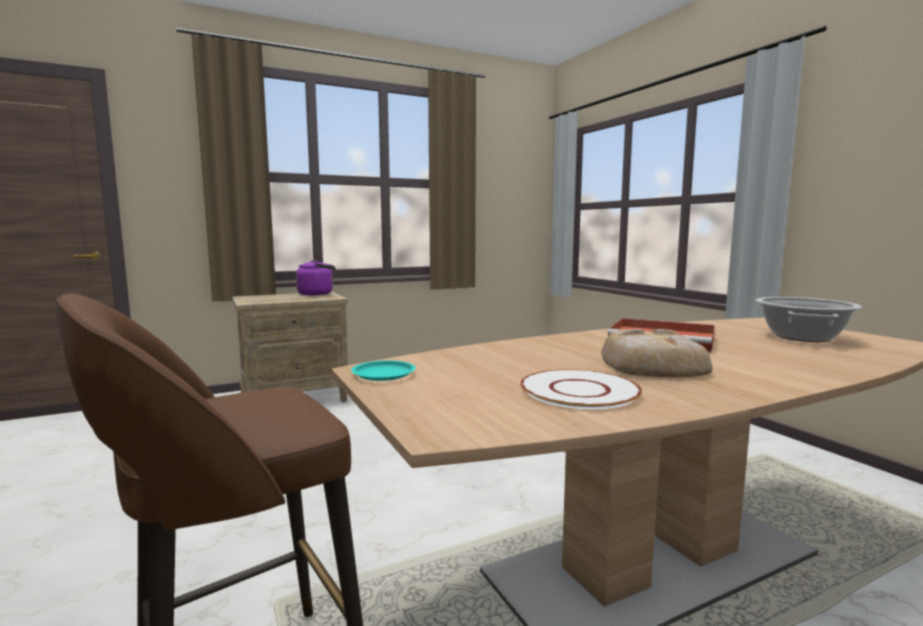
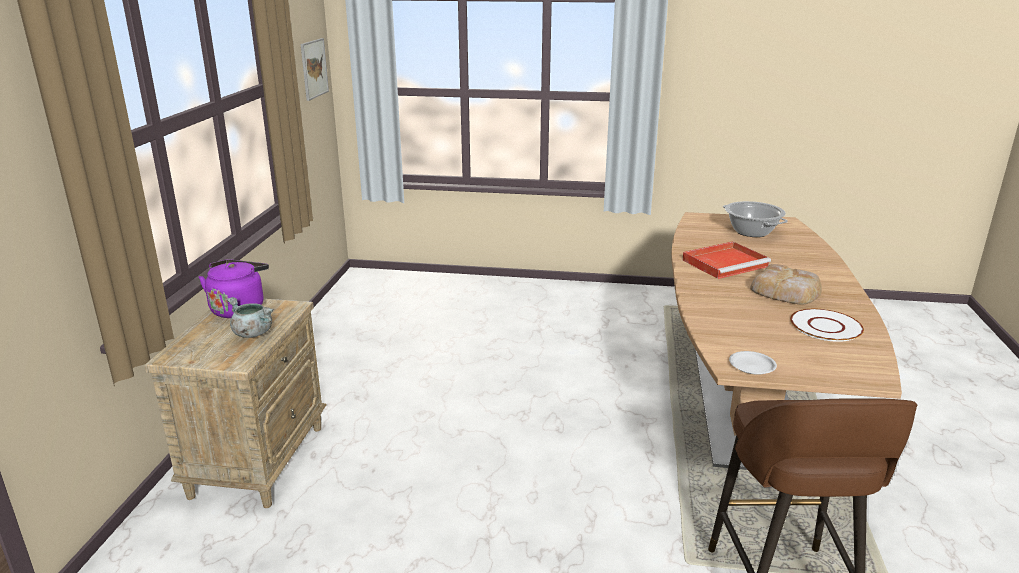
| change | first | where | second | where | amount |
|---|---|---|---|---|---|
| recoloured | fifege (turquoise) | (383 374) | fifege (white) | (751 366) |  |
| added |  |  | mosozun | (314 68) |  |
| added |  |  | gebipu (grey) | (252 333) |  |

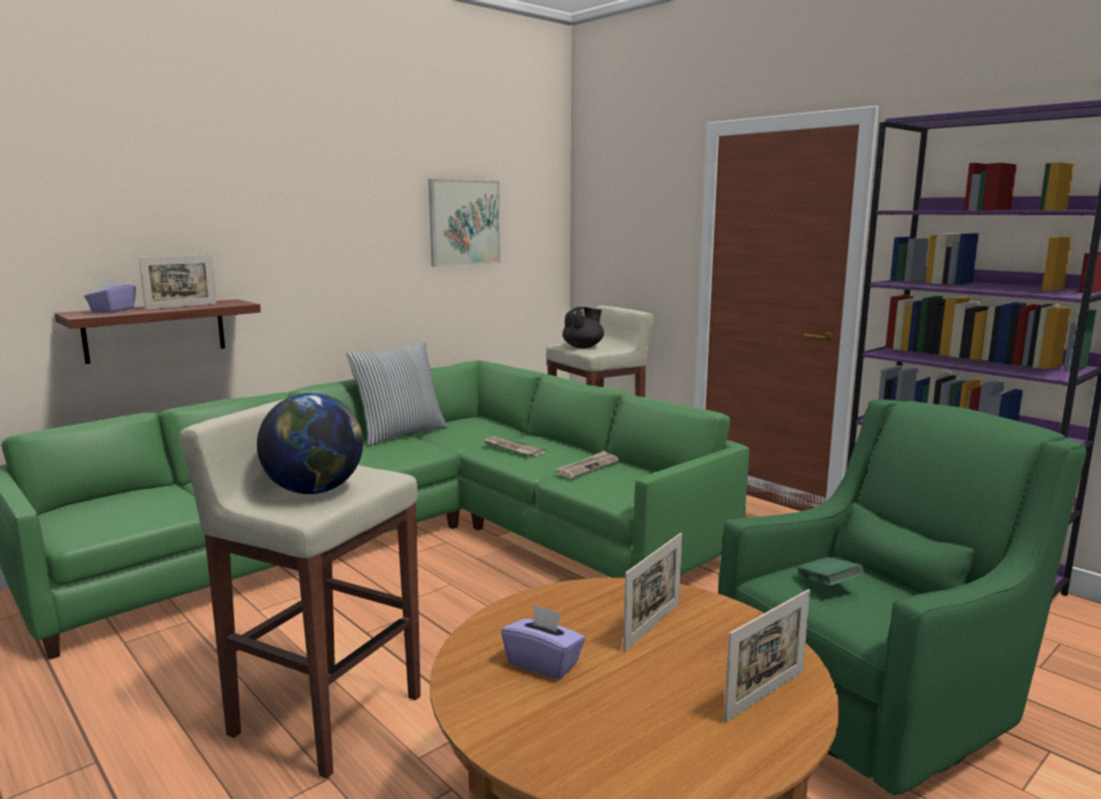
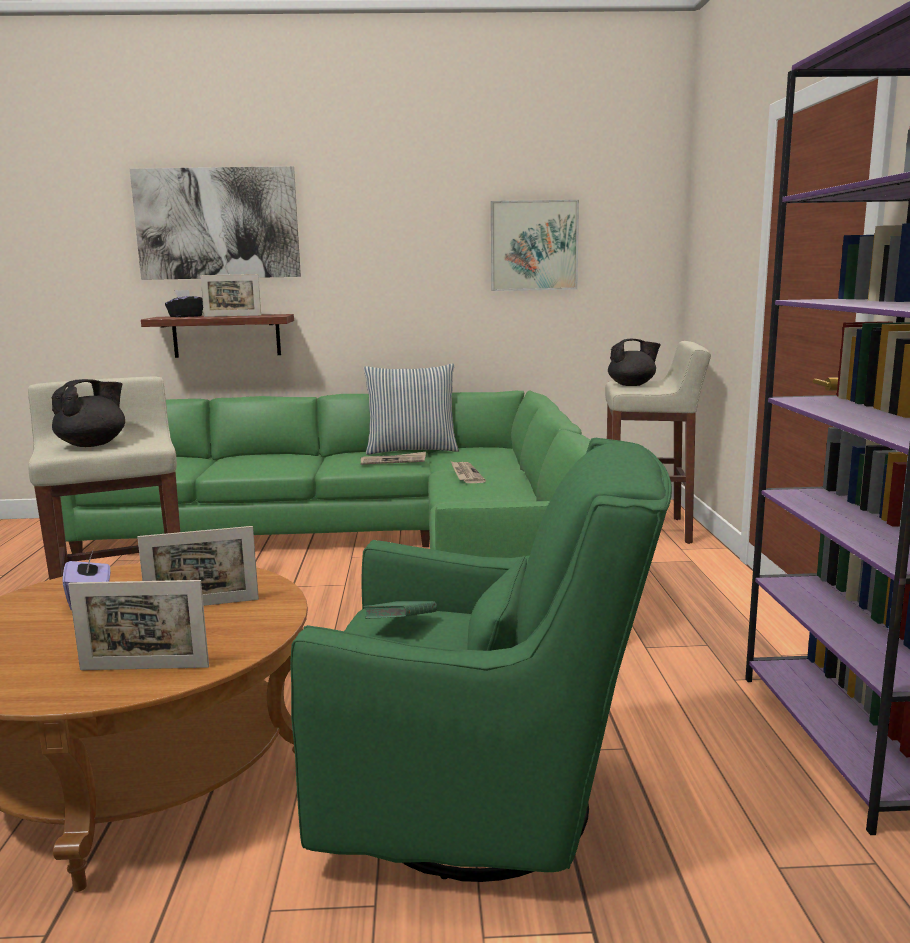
| change | first | where | second | where | amount |
|---|---|---|---|---|---|
| recoloured | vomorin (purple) | (112 310) | vomorin (black) | (185 316) |  |
| replaced | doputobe | (315 490) | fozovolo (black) | (93 444) |  |
| moved | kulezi | (588 467) |  | (393 461) |  |
| added |  |  | mosozun | (217 223) |  |

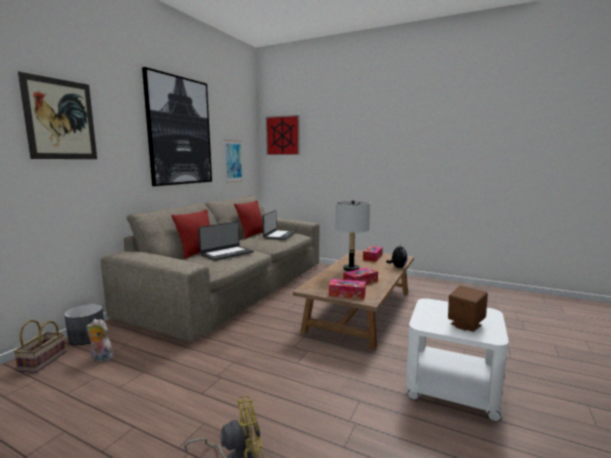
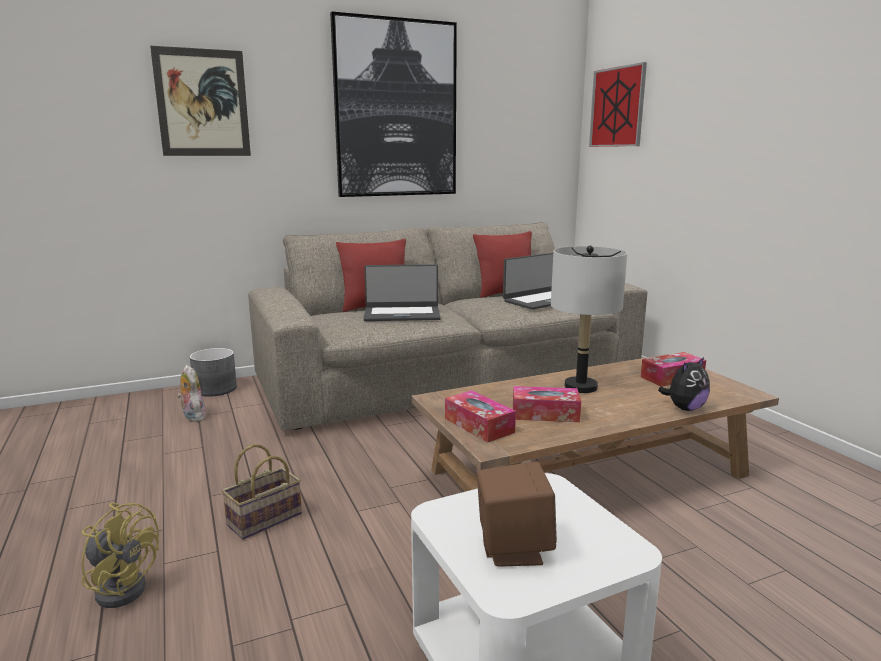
| change | first | where | second | where | amount |
|---|---|---|---|---|---|
| removed | mosozun | (233 161) |  |  |  |
| moved | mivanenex | (43 362) |  | (263 520) |  |

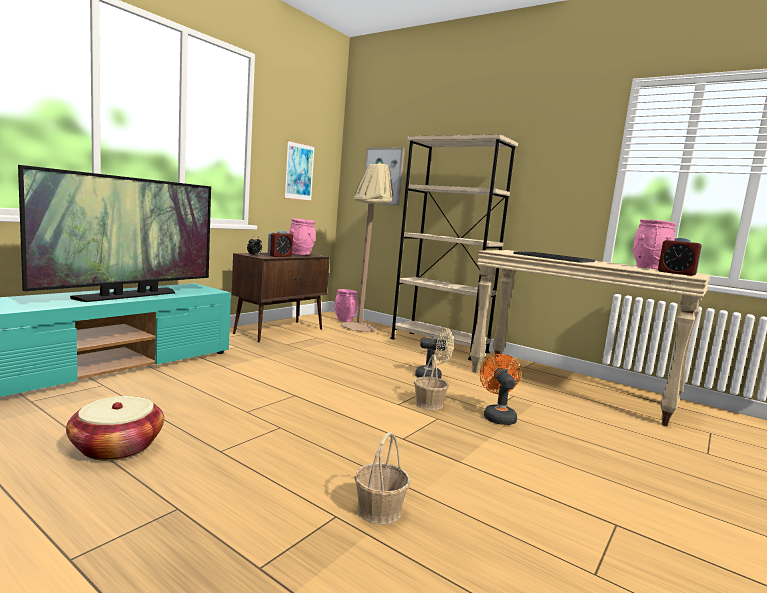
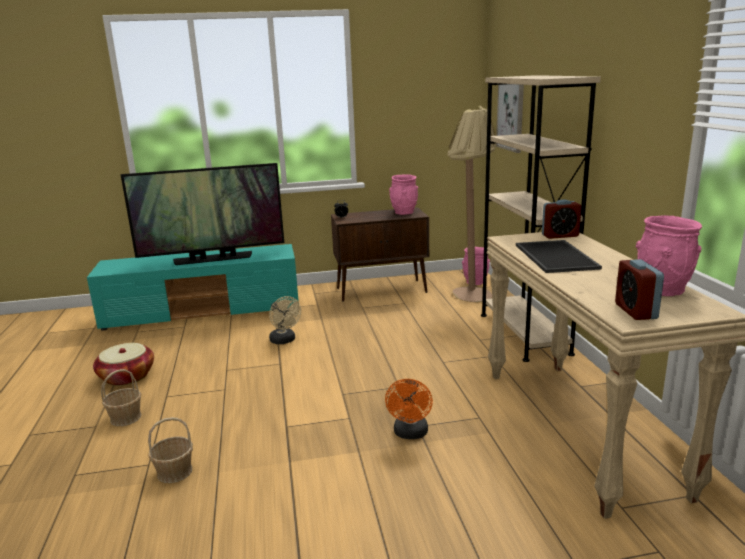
| change | first | where | second | where | amount |
|---|---|---|---|---|---|
| removed | mosozun | (299 171) |  |  |  |
| moved | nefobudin | (279 256) |  | (560 236) |  |
| moved | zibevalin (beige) | (433 377) |  | (284 341) |  |
| moved | mivanenex | (429 404) |  | (126 418) |  |
| turned | zibevalin (orange) | (497 416) |  | (410 434) | 150 degrees clockwise |

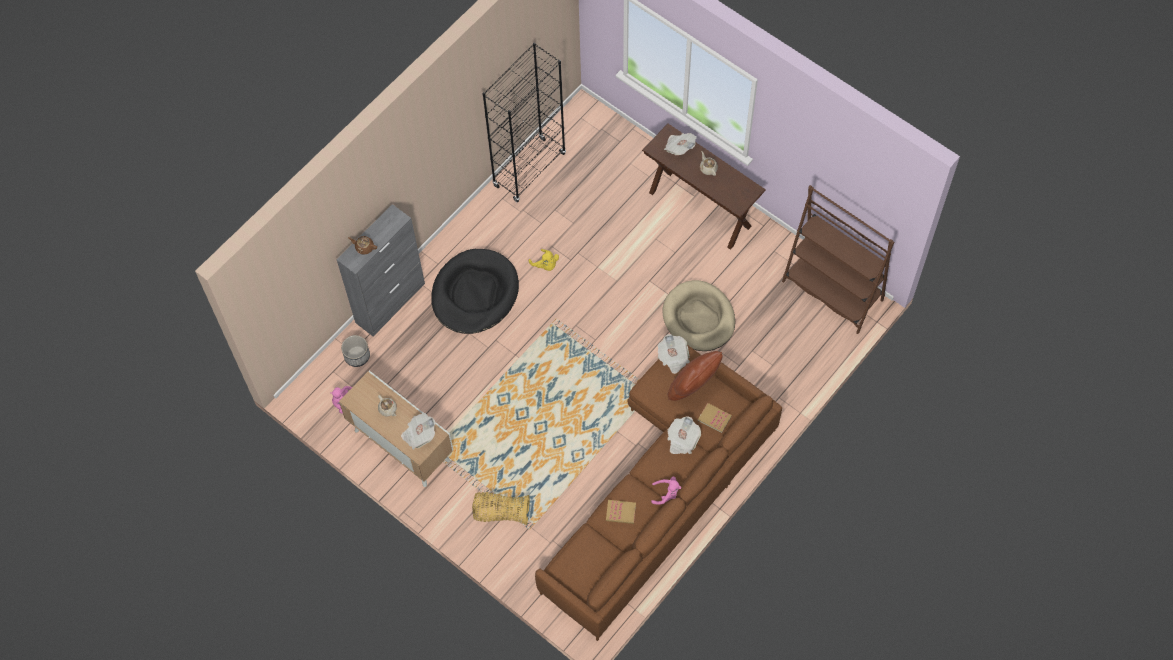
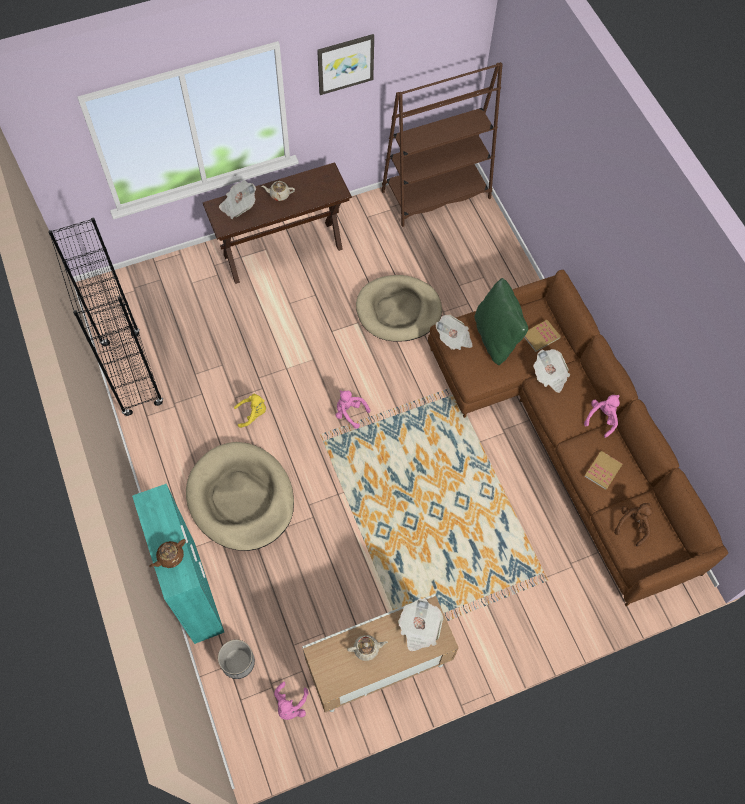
| change | first | where | second | where | amount |
|---|---|---|---|---|---|
| recoloured | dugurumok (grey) | (390 303) | dugurumok (turquoise) | (194 591) |  |
| recoloured | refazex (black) | (475 294) | refazex (beige) | (241 498) |  |
| recoloured | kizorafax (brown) | (693 387) | kizorafax (green) | (496 337) |  |
| removed | mivanenex | (501 513) |  |  |  |
| added |  |  | mosozun | (345 63) |  |
| added |  |  | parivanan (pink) | (349 413) |  |
| added |  |  | parivanan (brown) | (632 525) |  |

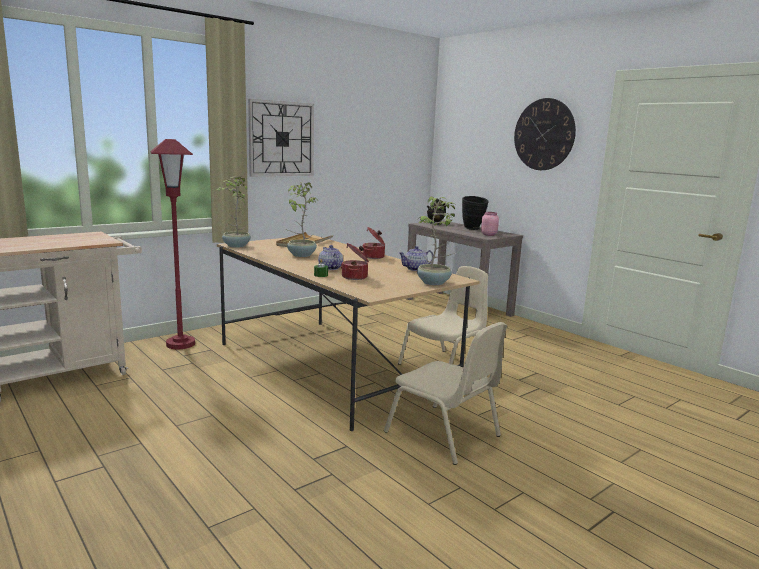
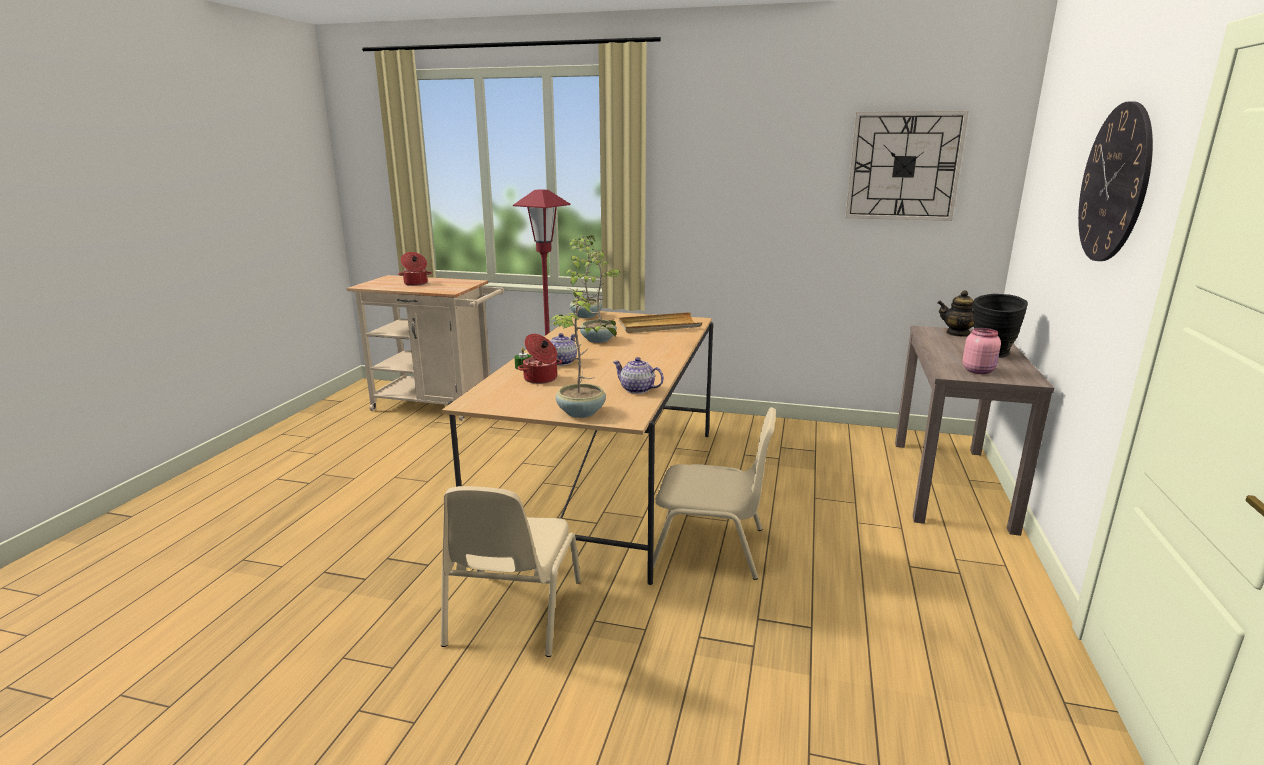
| change | first | where | second | where | amount |
|---|---|---|---|---|---|
| moved | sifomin | (281 139) |  | (903 166) |  |
| moved | gebipu | (374 257) |  | (415 283) |  |

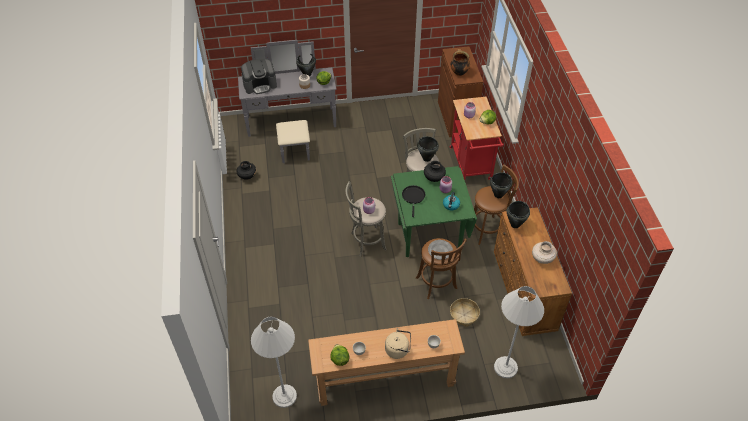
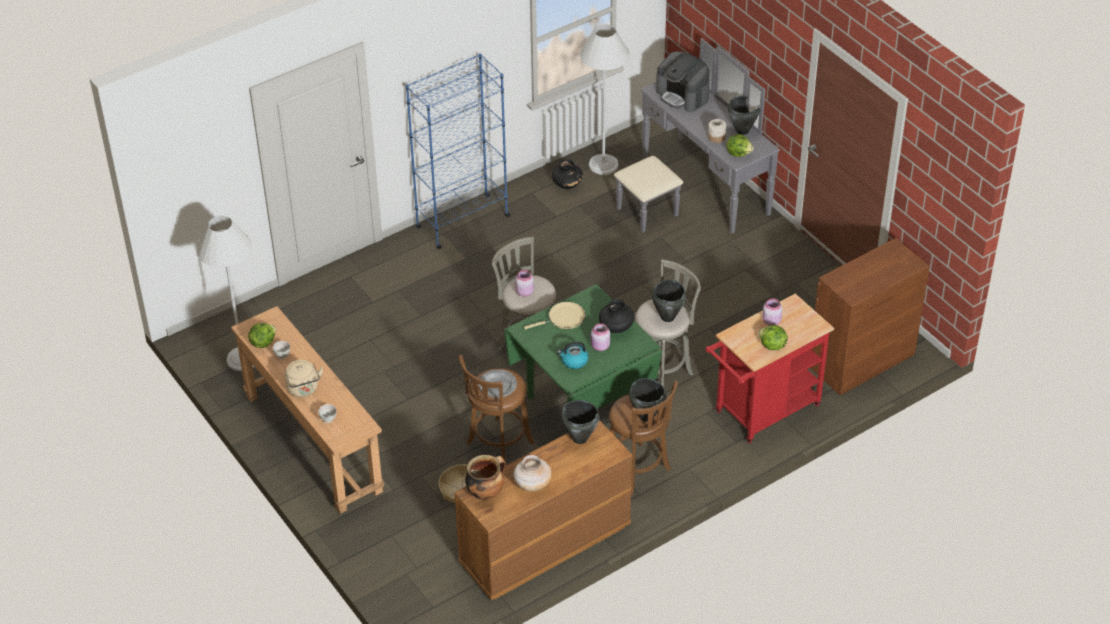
| change | first | where | second | where | amount |
|---|---|---|---|---|---|
| moved | gebipu | (459 72) |  | (486 492) |  |
| recoloured | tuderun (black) | (413 197) | tuderun (beige) | (563 318) |  |
| moved | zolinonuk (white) | (505 367) |  | (603 164) |  |
| added |  |  | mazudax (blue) | (462 222) |  |

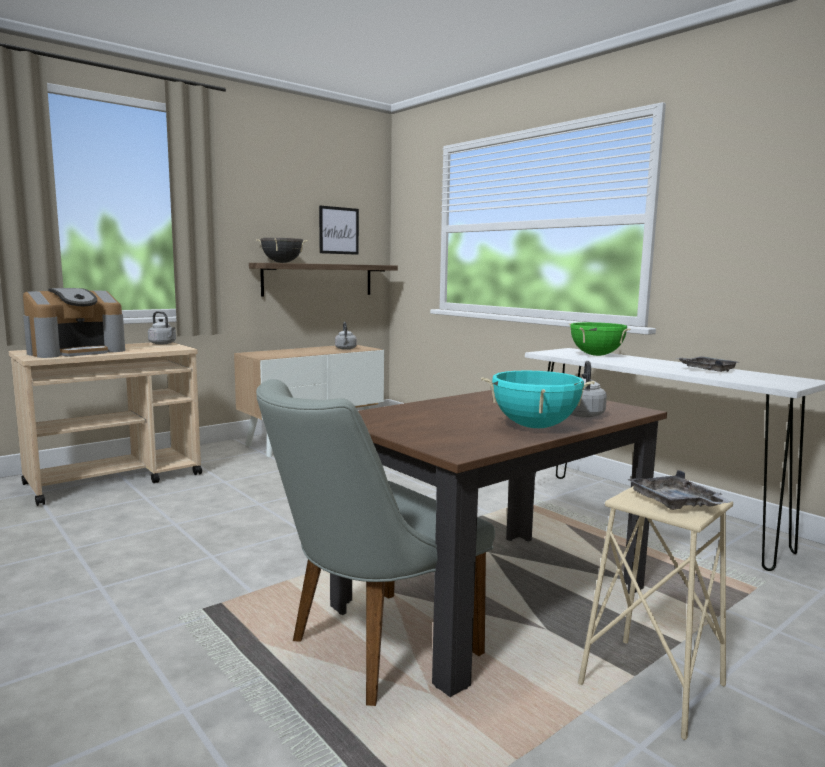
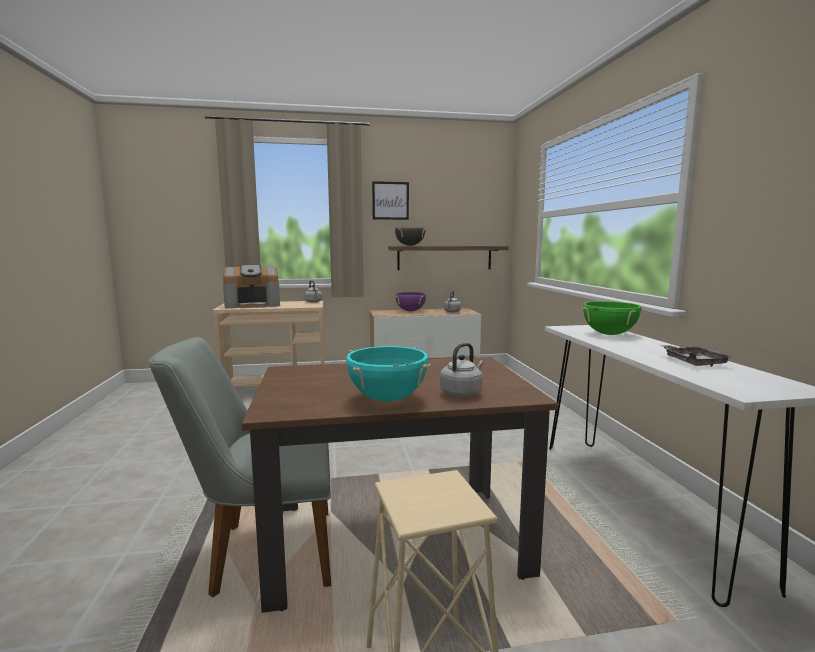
| change | first | where | second | where | amount |
|---|---|---|---|---|---|
| moved | mosozun | (338 230) |  | (390 200) |  |
| removed | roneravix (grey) | (675 503) |  |  |  |
| added |  |  | gebipu (purple) | (410 311) |  |

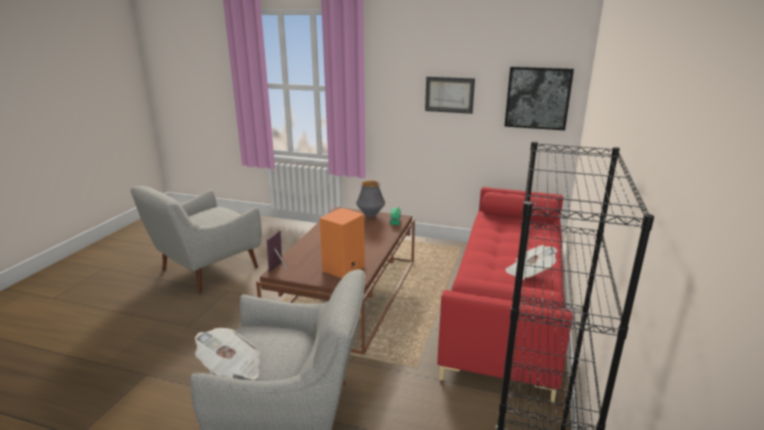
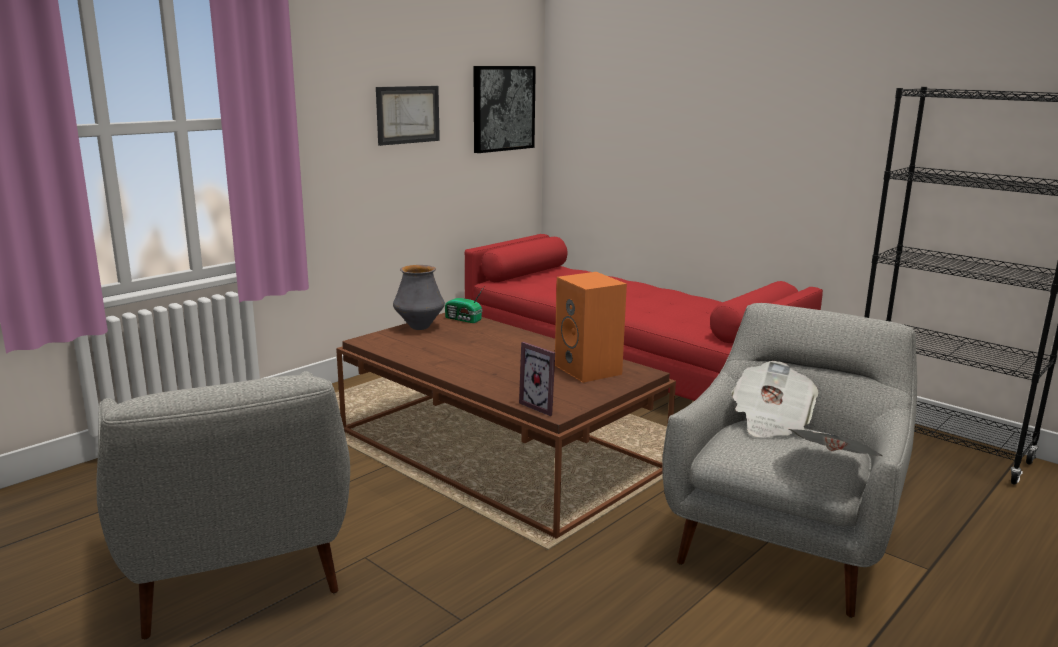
| change | first | where | second | where | amount |
|---|---|---|---|---|---|
| moved | kulezi | (529 273) |  | (770 421) |  |

